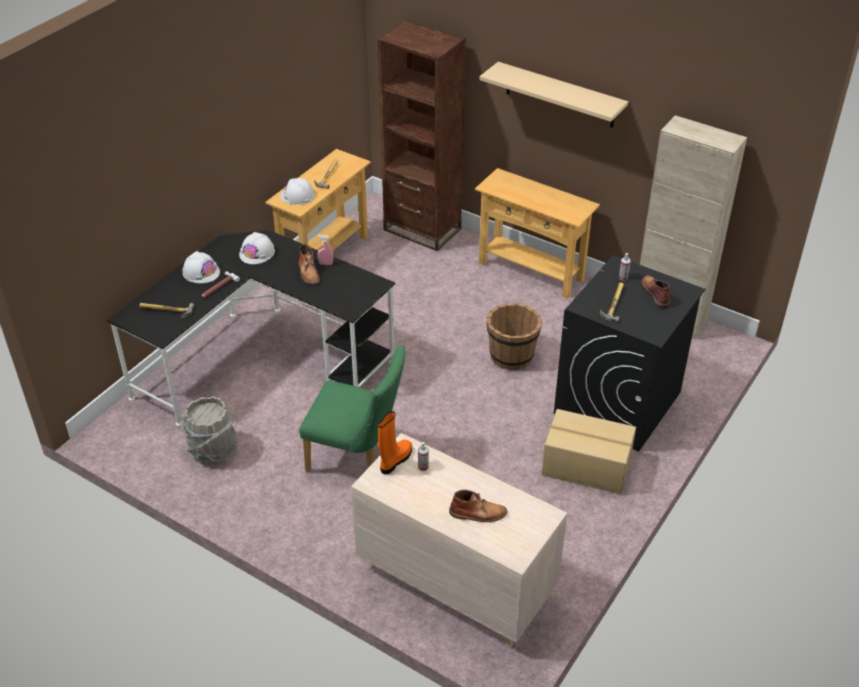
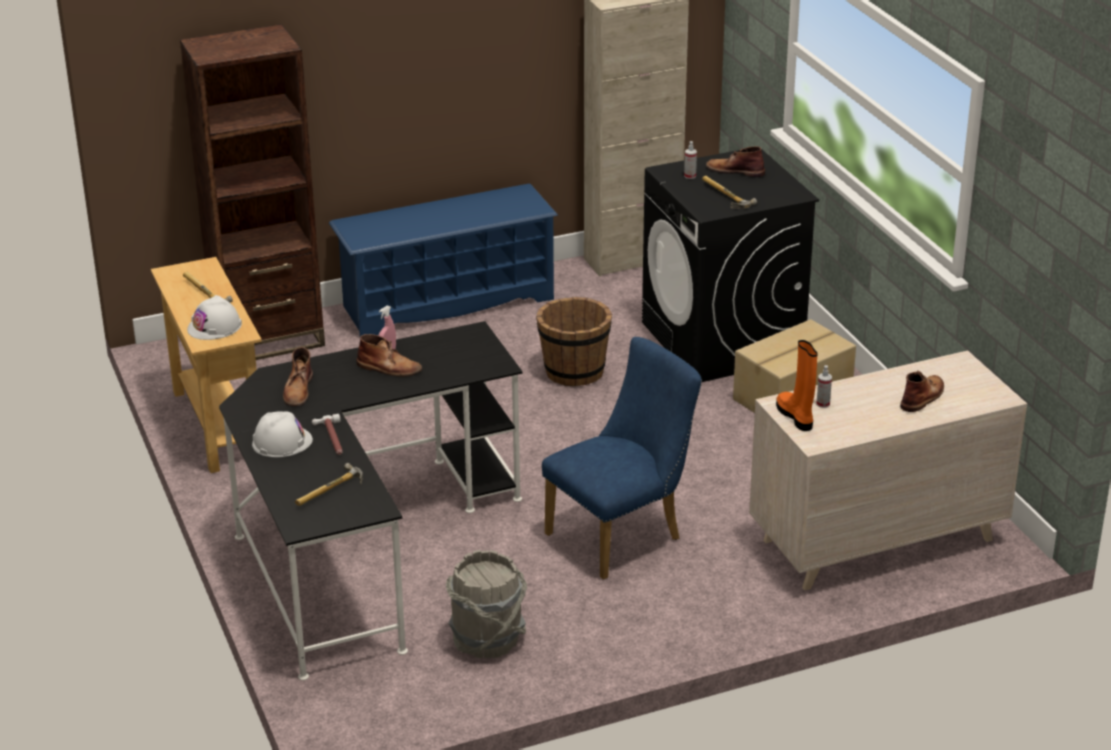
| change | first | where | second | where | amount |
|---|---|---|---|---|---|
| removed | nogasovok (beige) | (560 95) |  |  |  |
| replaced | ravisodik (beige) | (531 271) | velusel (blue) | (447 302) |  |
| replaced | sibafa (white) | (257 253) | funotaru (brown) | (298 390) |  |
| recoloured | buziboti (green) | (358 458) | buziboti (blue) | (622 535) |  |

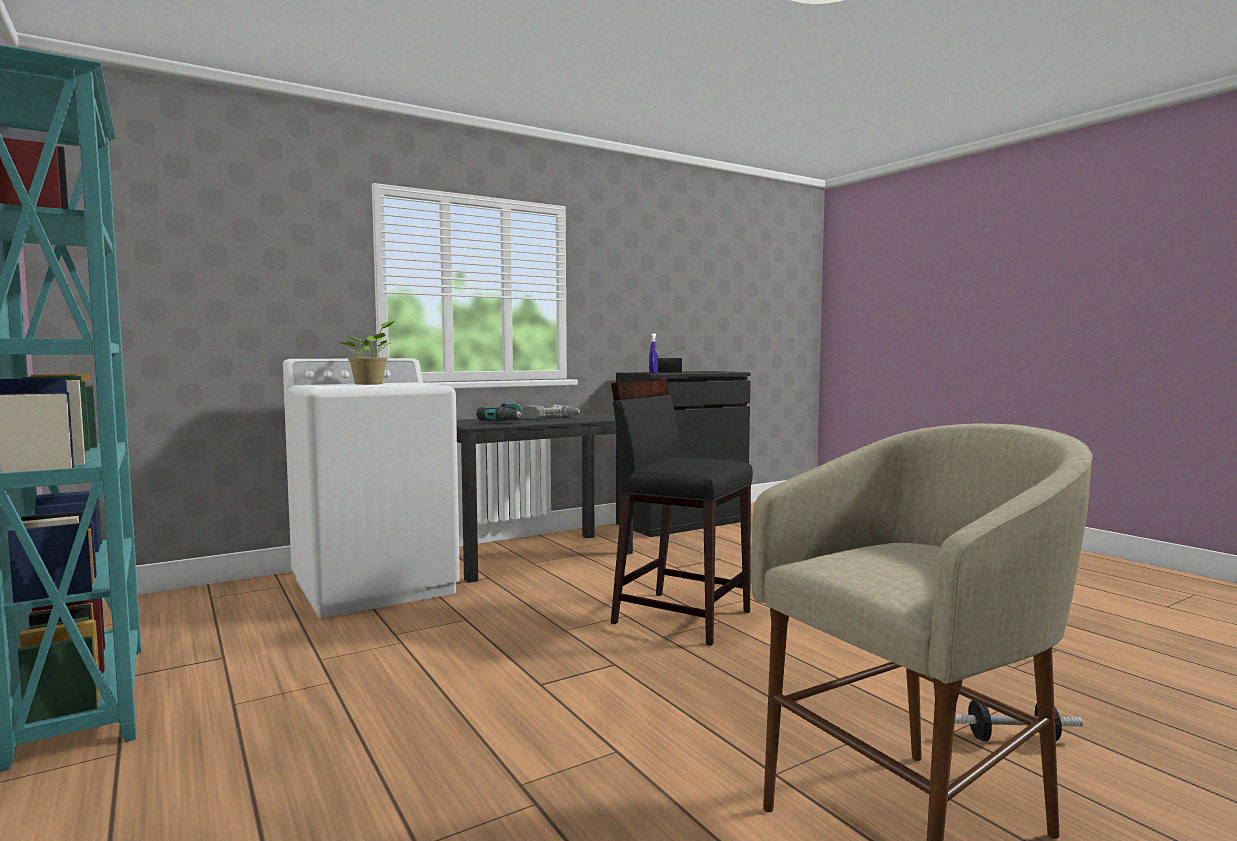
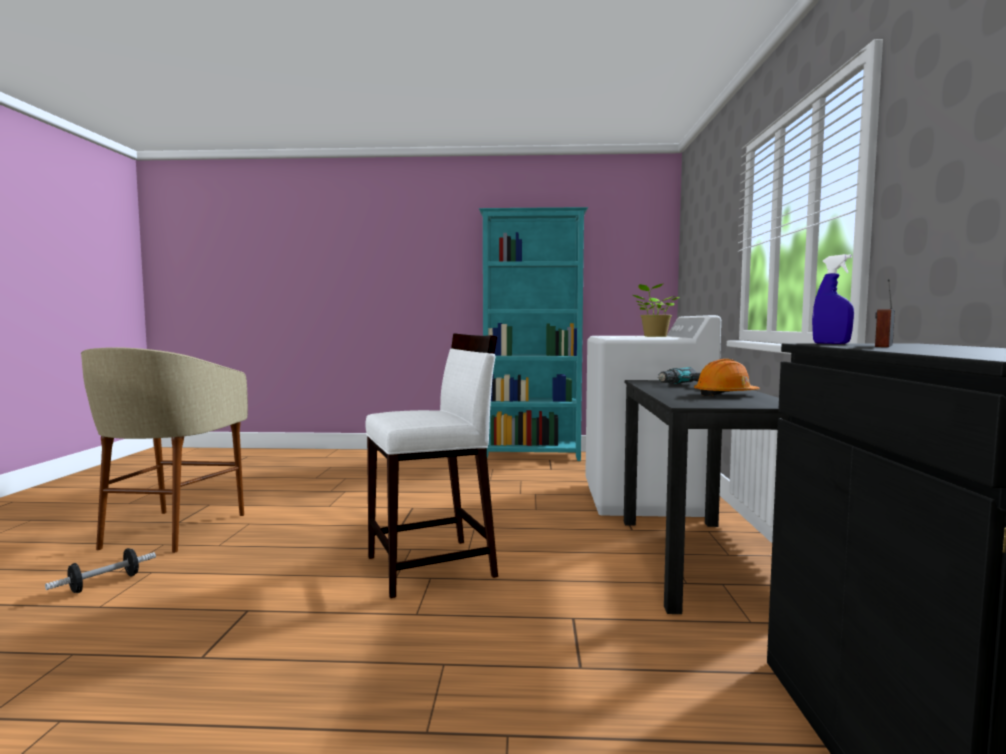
| change | first | where | second | where | amount |
|---|---|---|---|---|---|
| recoloured | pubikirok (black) | (681 616) | pubikirok (white) | (432 567) |  |
| replaced | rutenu | (551 417) | sibafa (orange) | (725 395) |  |

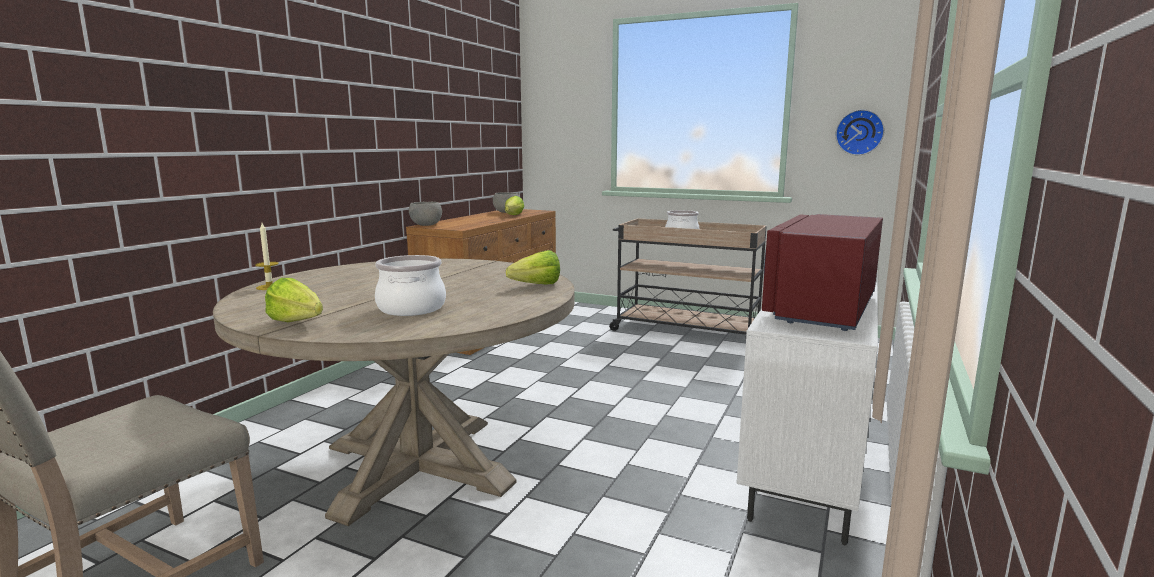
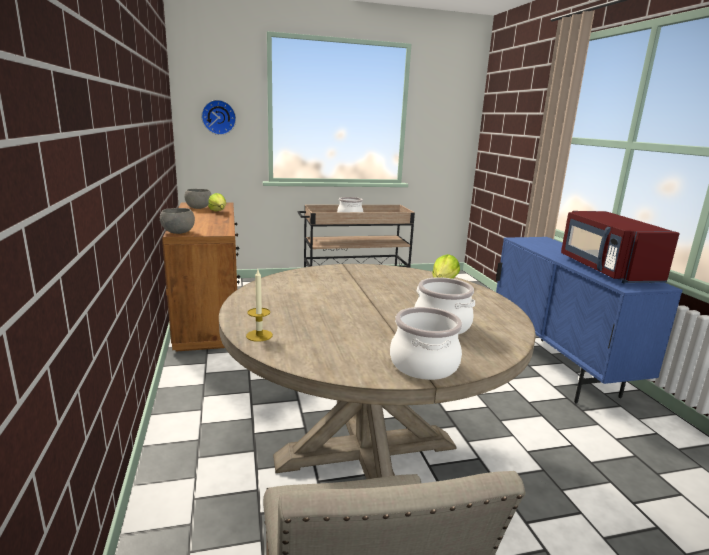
| change | first | where | second | where | amount |
|---|---|---|---|---|---|
| moved | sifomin | (859 132) |  | (218 117) |  |
| recoloured | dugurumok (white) | (806 478) | dugurumok (blue) | (557 368) |  |
| replaced | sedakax | (299 324) | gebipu | (423 365) |  |

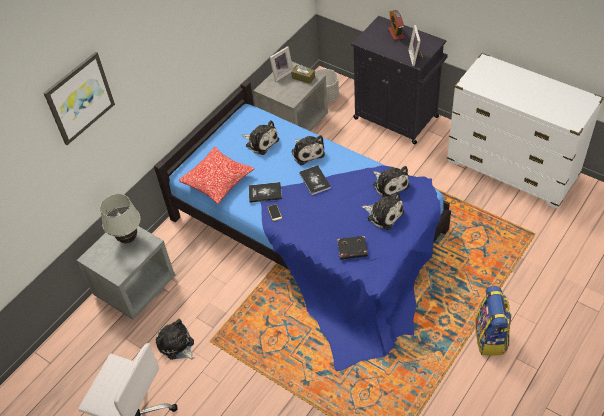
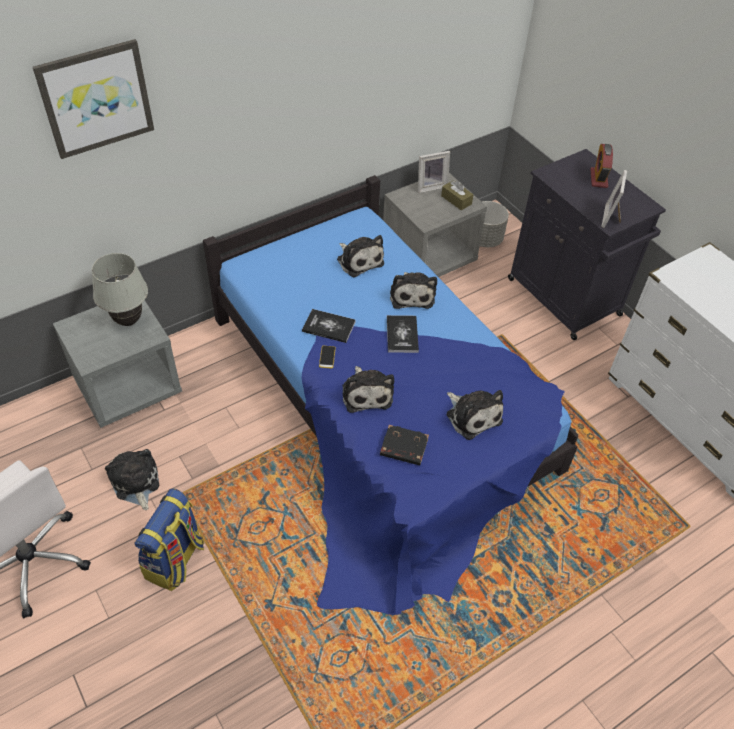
| change | first | where | second | where | amount |
|---|---|---|---|---|---|
| removed | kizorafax | (217 181) |  |  |  |
| moved | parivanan | (389 184) |  | (366 393) |  |
| moved | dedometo | (491 337) |  | (175 561) |  |

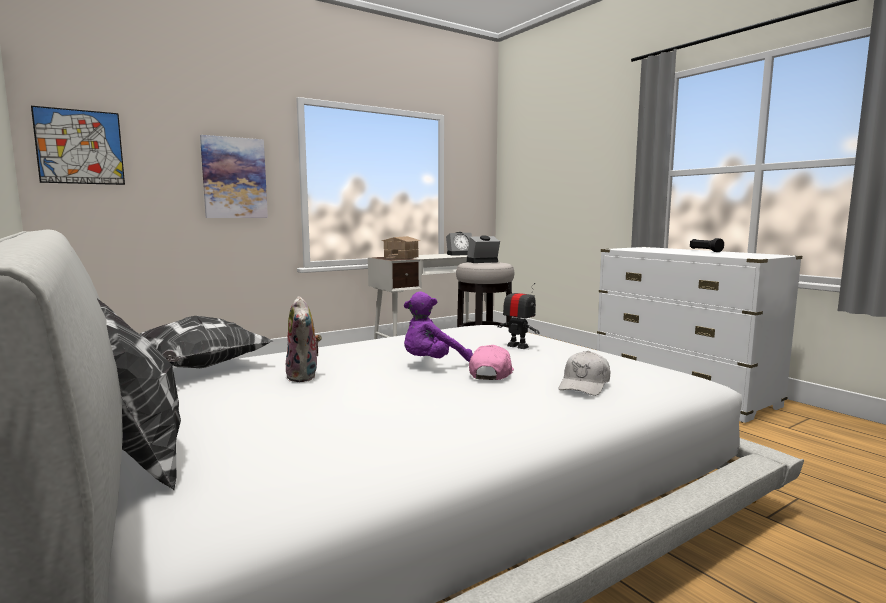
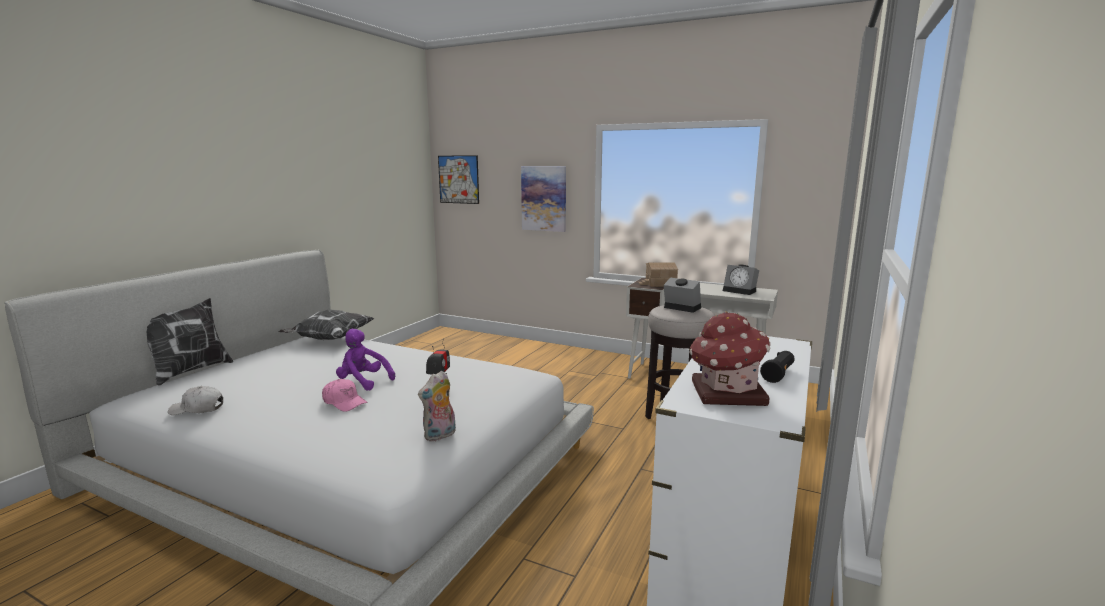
| change | first | where | second | where | amount |
|---|---|---|---|---|---|
| moved | parivanan | (304 376) |  | (440 436) |  |
| turned | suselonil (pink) | (491 374) |  | (344 402) | 45 degrees clockwise |
| moved | suselonil (white) | (584 385) |  | (197 409) |  |
| added |  |  | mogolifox | (726 394) |  |

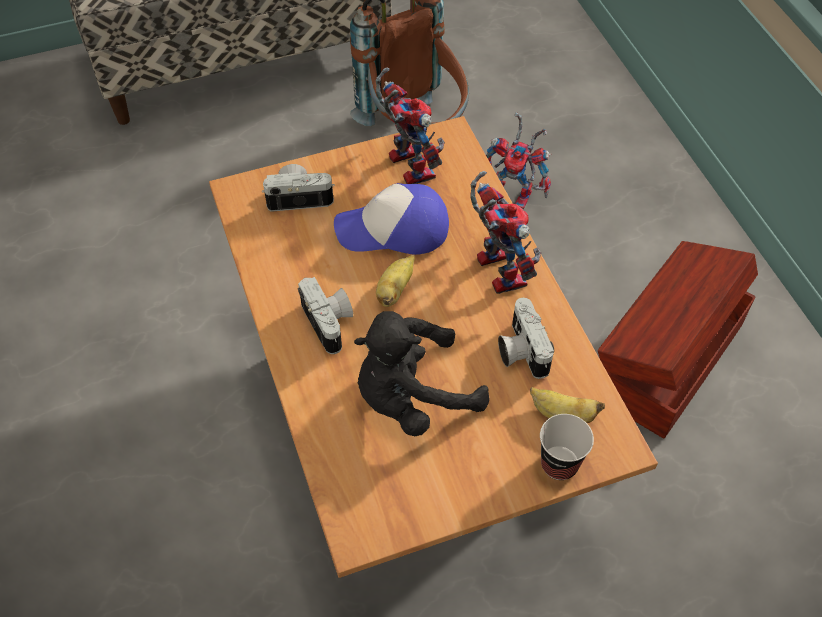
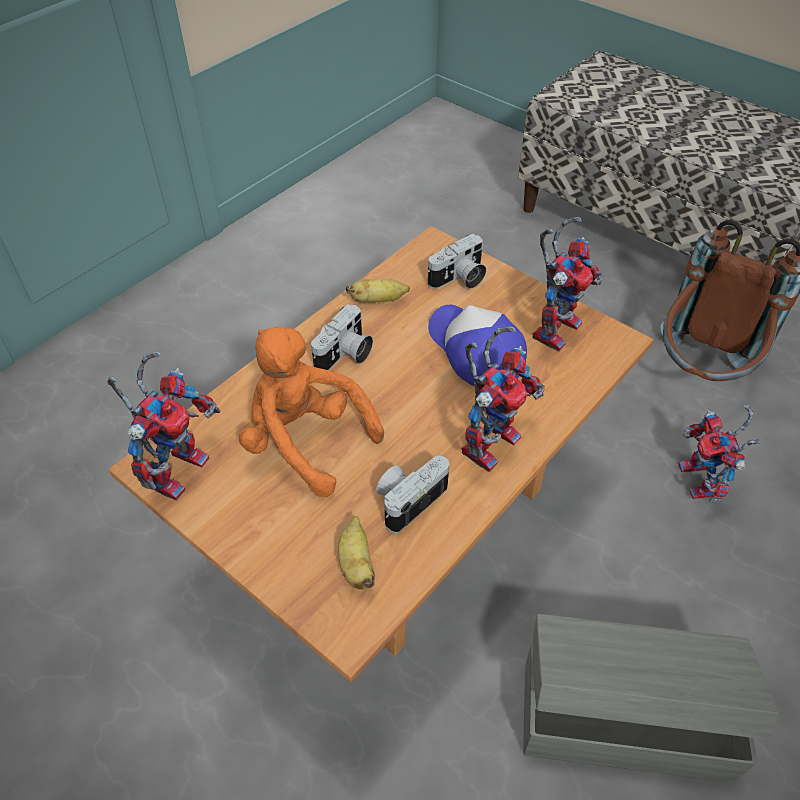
| change | first | where | second | where | amount |
|---|---|---|---|---|---|
| turned | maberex | (299 197) |  | (459 279) | 90 degrees clockwise |
| recoloured | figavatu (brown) | (666 360) | figavatu (grey) | (622 716) |  |
| moved | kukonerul | (395 290) |  | (378 300) |  |
| recoloured | parivanan (black) | (412 397) | parivanan (orange) | (305 441) |  |
| removed | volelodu | (559 464) |  |  |  |
| added |  |  | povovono | (177 465) |  |

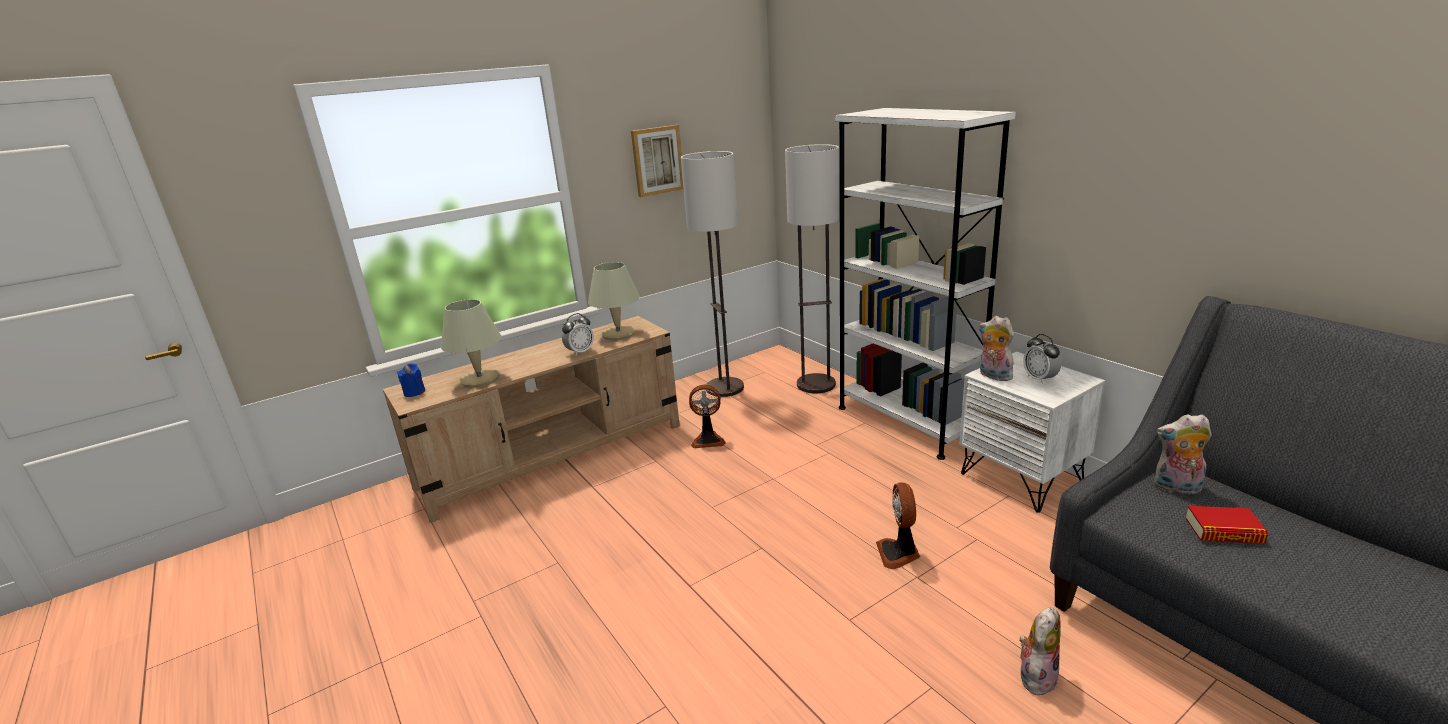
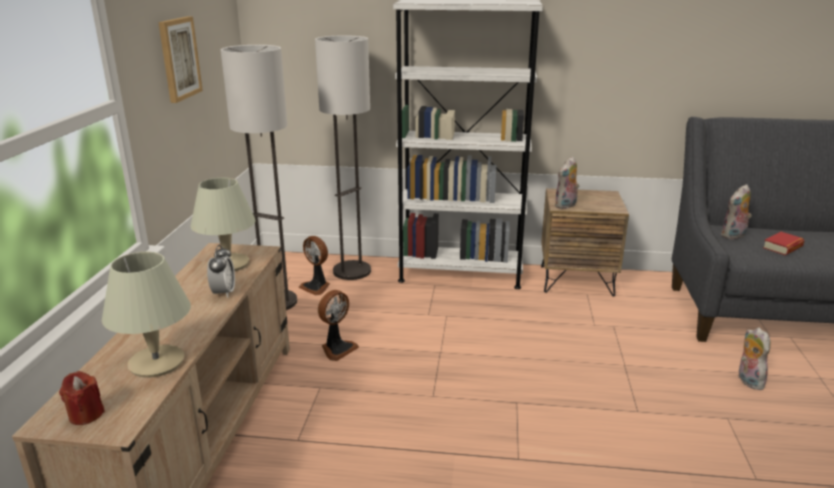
| change | first | where | second | where | amount |
|---|---|---|---|---|---|
| turned | parivanan | (993 376) |  | (566 206) | 45 degrees counterclockwise |
| removed | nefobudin | (1039 379) |  |  |  |
| recoloured | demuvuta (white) | (1022 478) | demuvuta (brown) | (576 280) |  |
| recoloured | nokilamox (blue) | (414 392) | nokilamox (red) | (86 415) |  |
| moved | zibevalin | (899 553) |  | (316 287) |  |

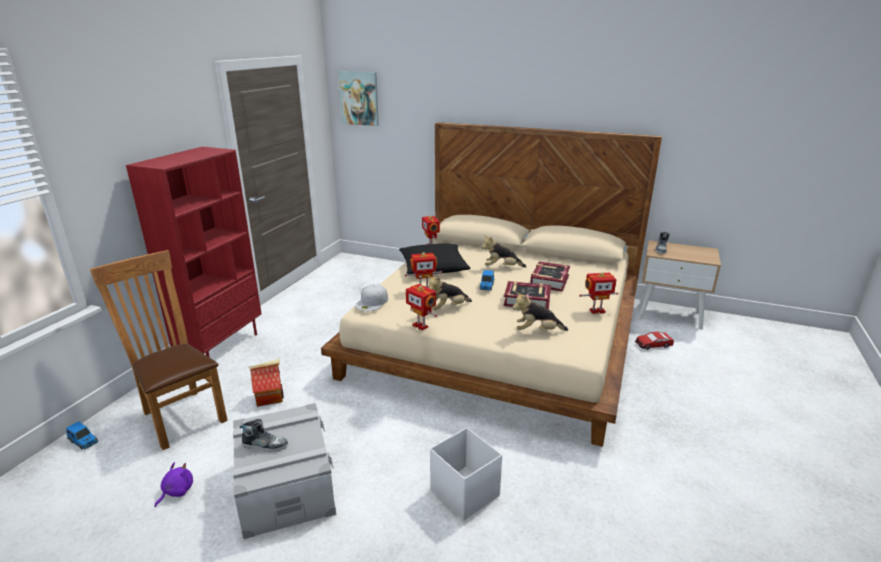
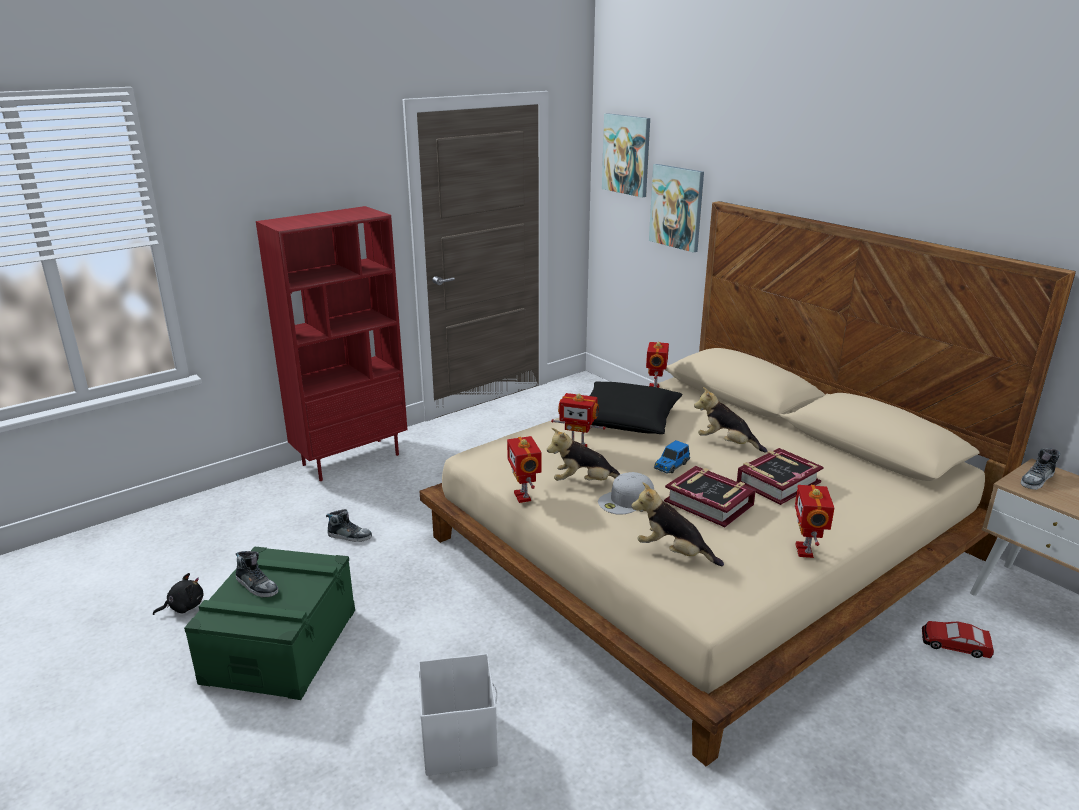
| change | first | where | second | where | amount |
|---|---|---|---|---|---|
| removed | buziboti (brown) | (181 415) |  |  |  |
| turned | povovono | (596 310) |  | (806 551) | 75 degrees clockwise |
| moved | suselonil (white) | (372 302) |  | (626 500) |  |
| replaced | mogolifox | (270 397) | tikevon | (349 536) |  |
| recoloured | figavatu (grey) | (285 486) | figavatu (green) | (280 645) |  |
| removed | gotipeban | (84 441) |  |  |  |
| recoloured | parivanan (purple) | (176 491) | parivanan (black) | (184 607) |  |
| added |  |  | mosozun | (677 207) |  |

